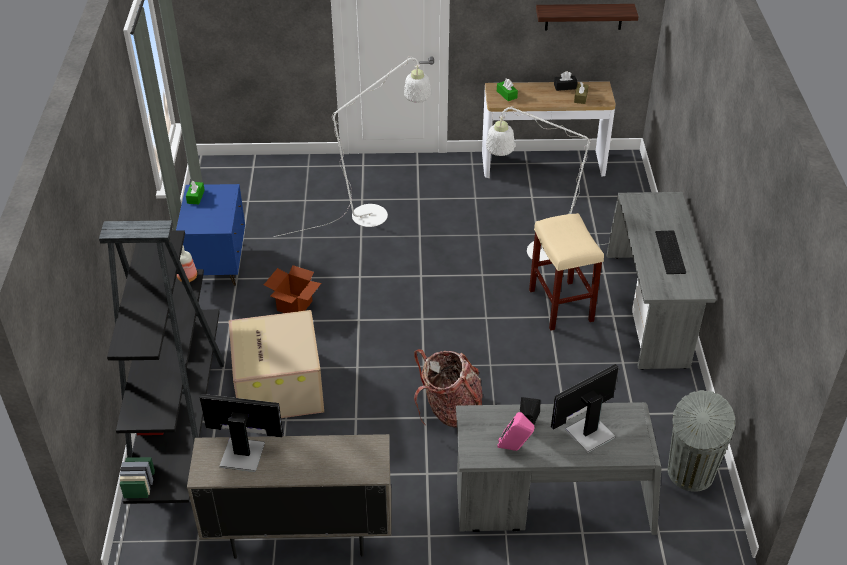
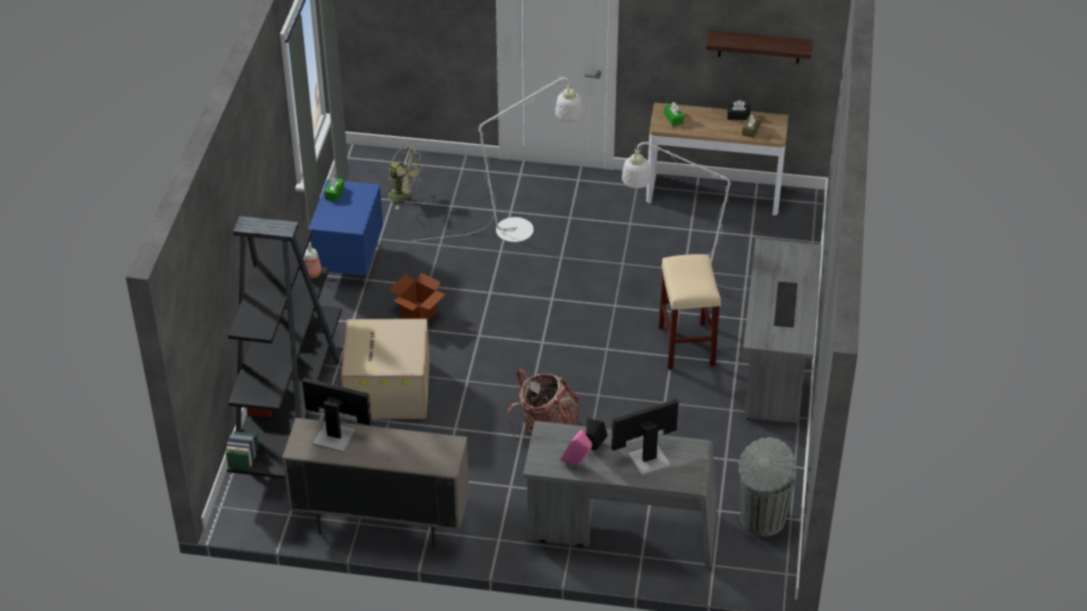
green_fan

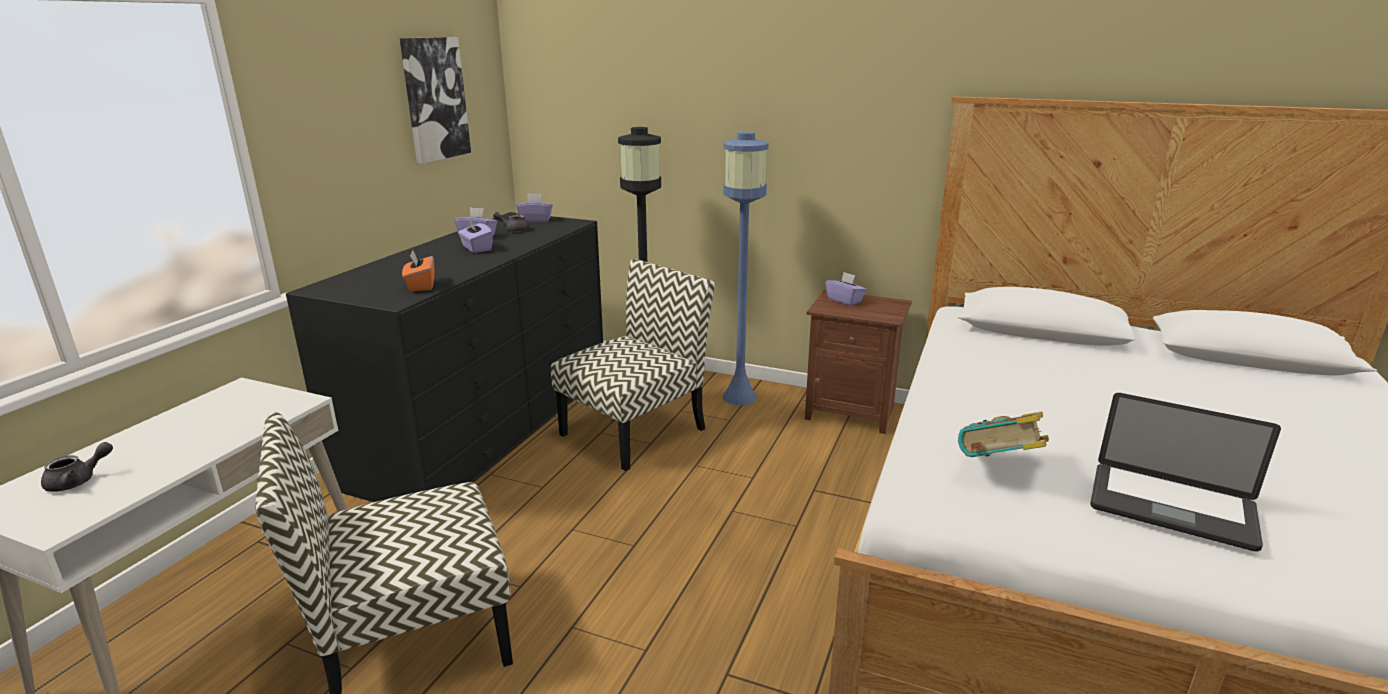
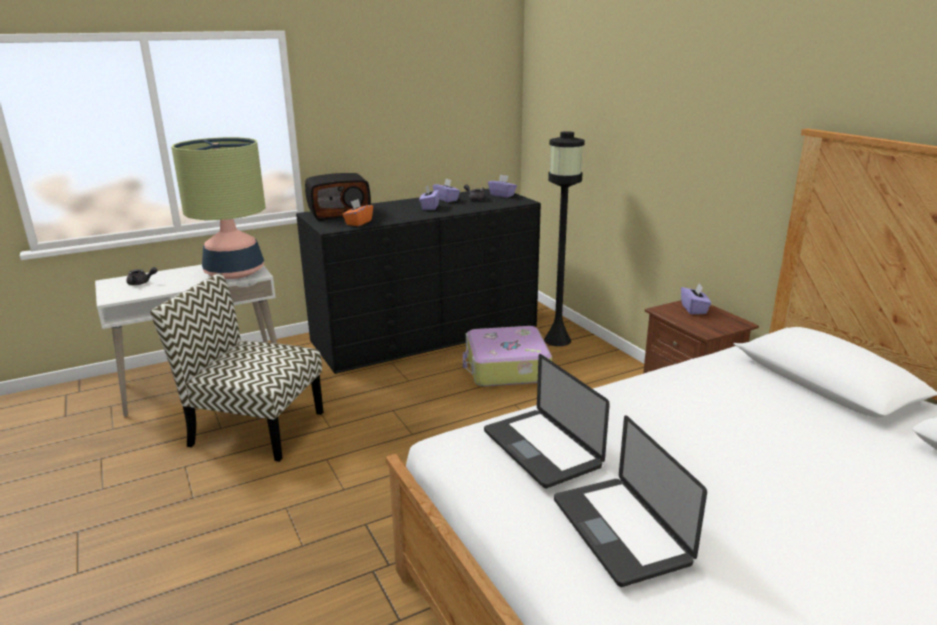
table_lamp; radio; suitcase; laptop (no. 1 from left); picture; blue_floor_lamp

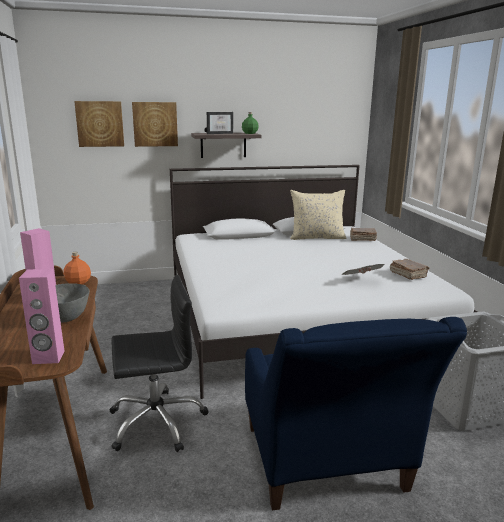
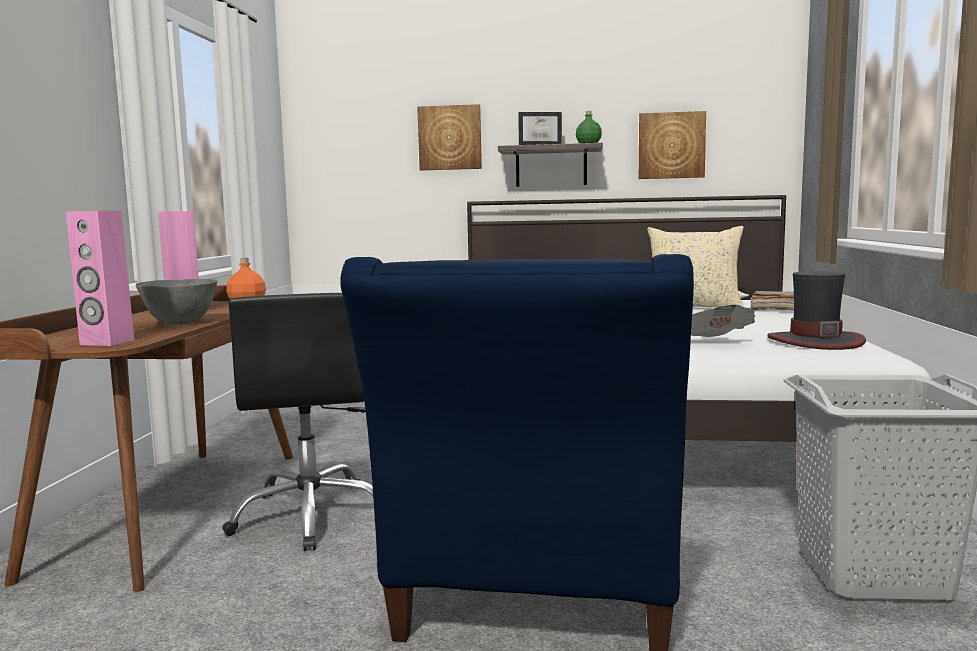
black_office_chair; picture (no. 2 from left); hat

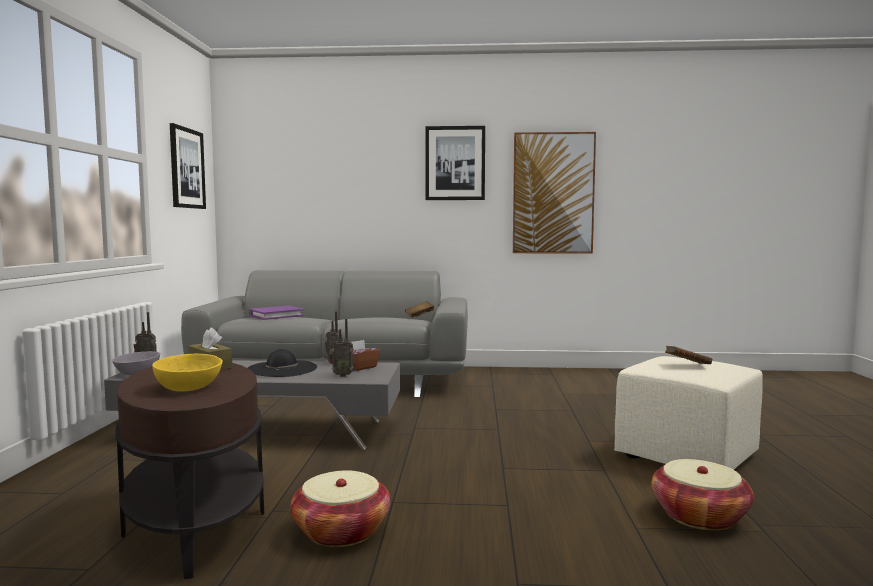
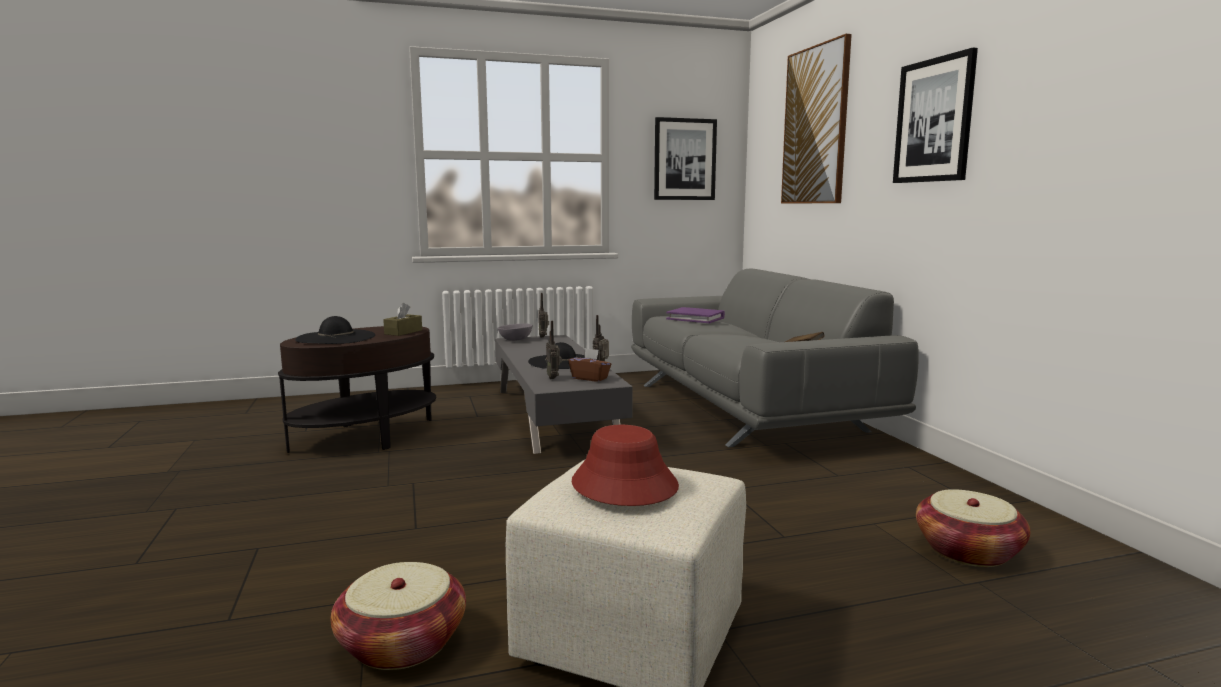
black_hat (no. 1 from left); red_hat; picture (no. 2 from left); basket (no. 2 from left)

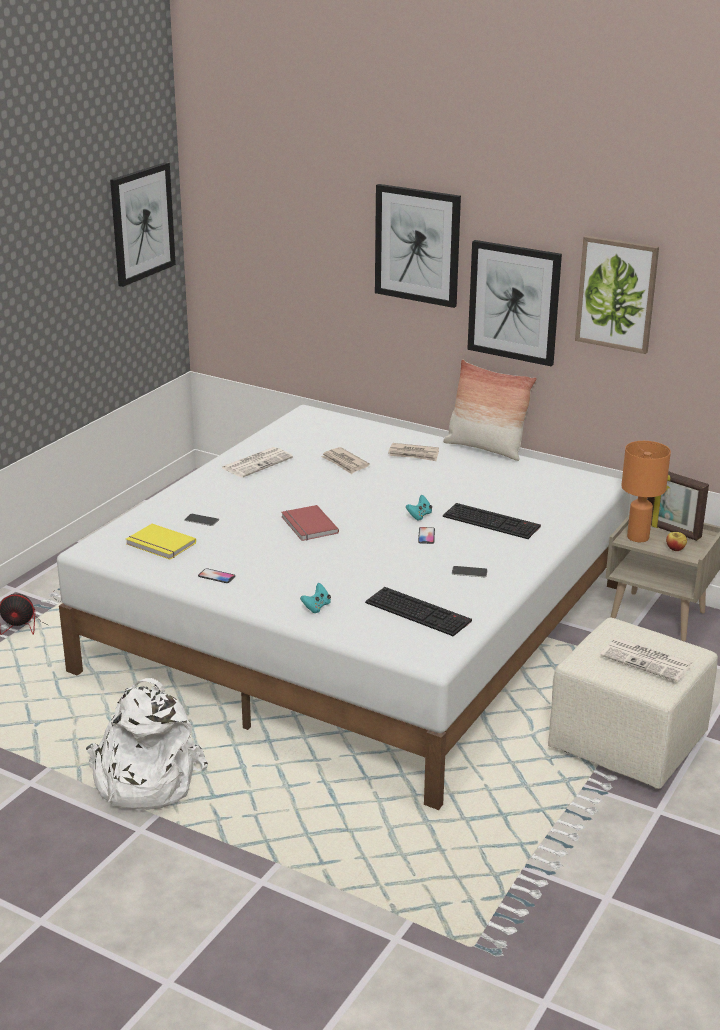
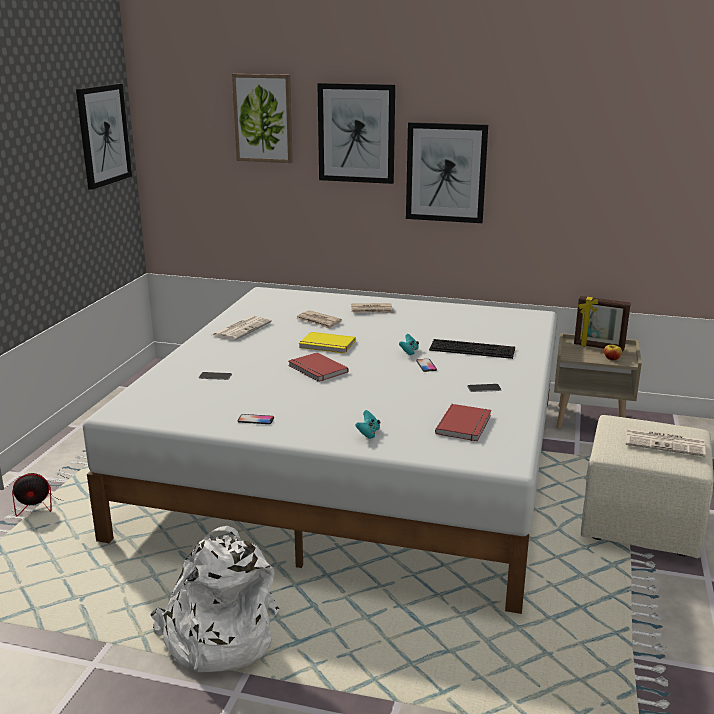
picture (no. 2 from left); yellow_book; red_book (no. 2 from left); pillow; orange_table_lamp

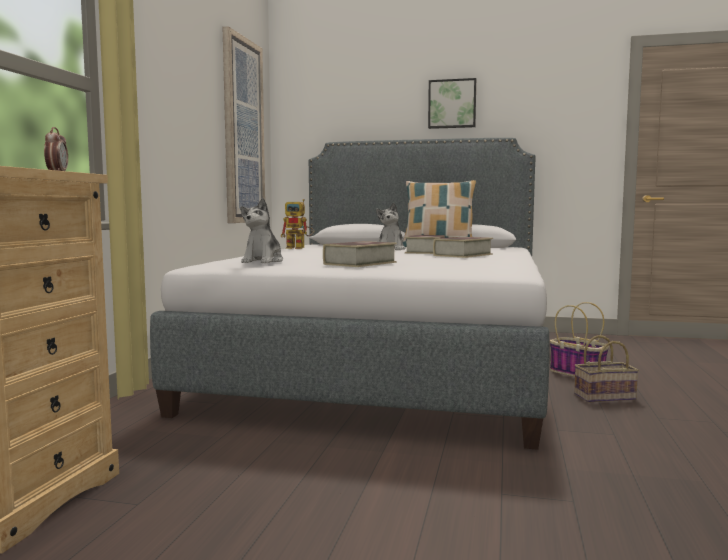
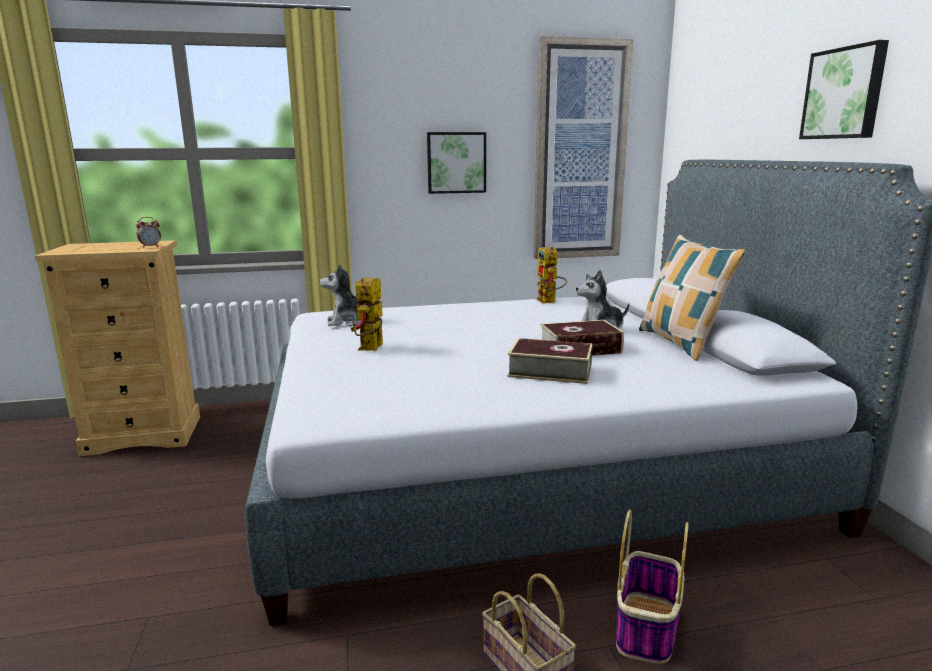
toy_robot (no. 1 from left); picture (no. 1 from left)

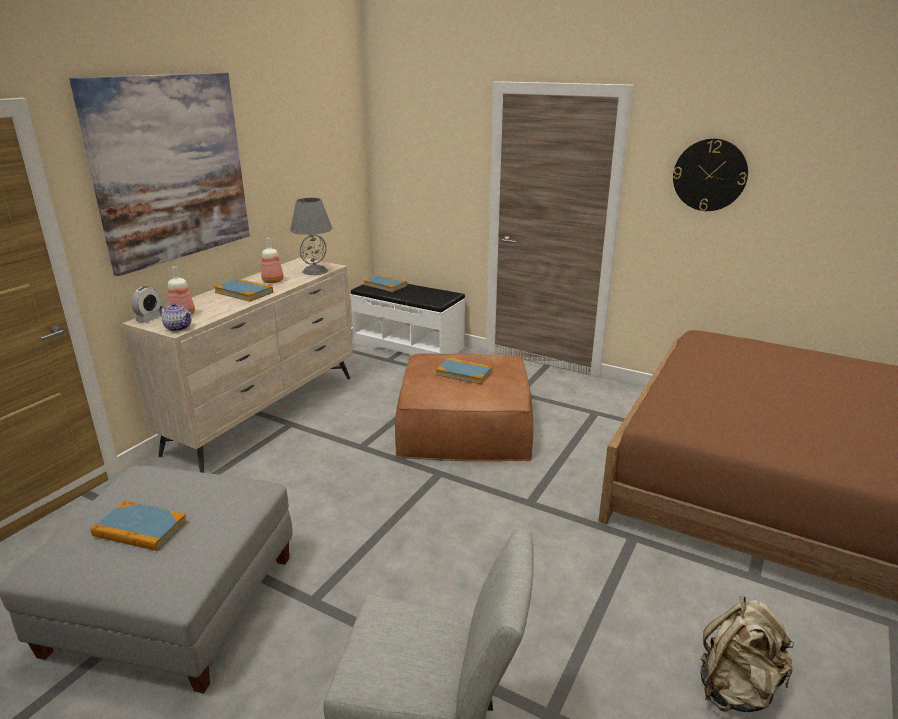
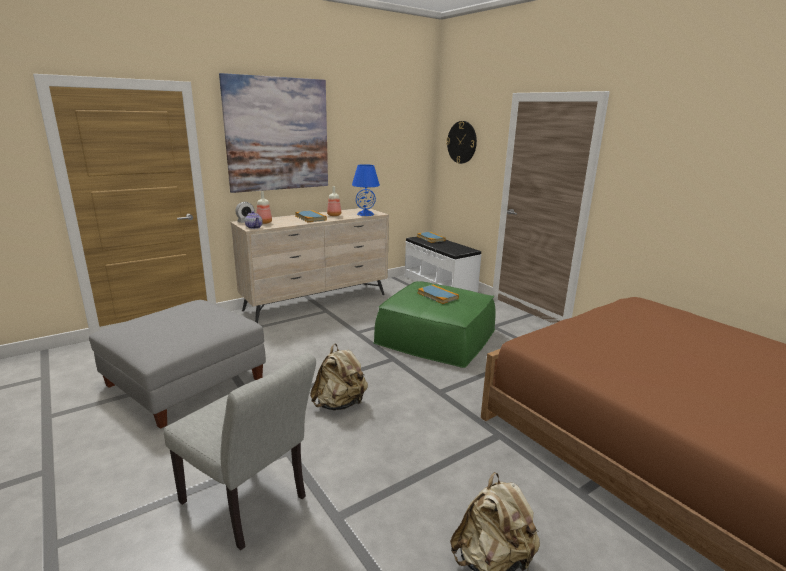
beige_backpack (no. 1 from left); blue_table_lamp; green_ottoman; wall_clock; book (no. 1 from left in the first image)

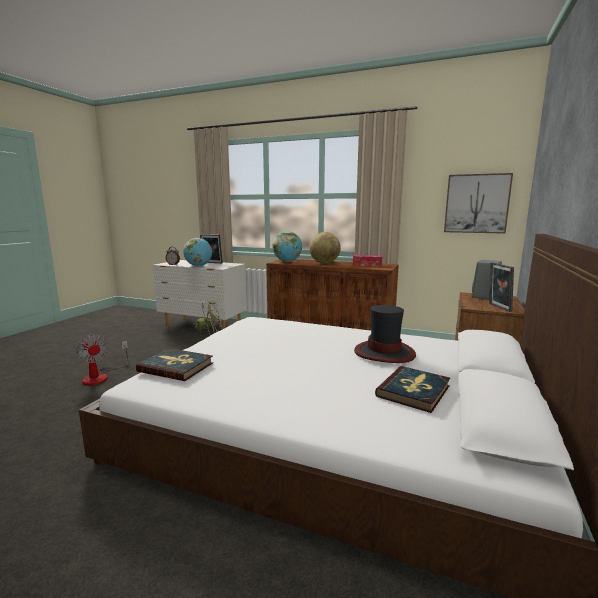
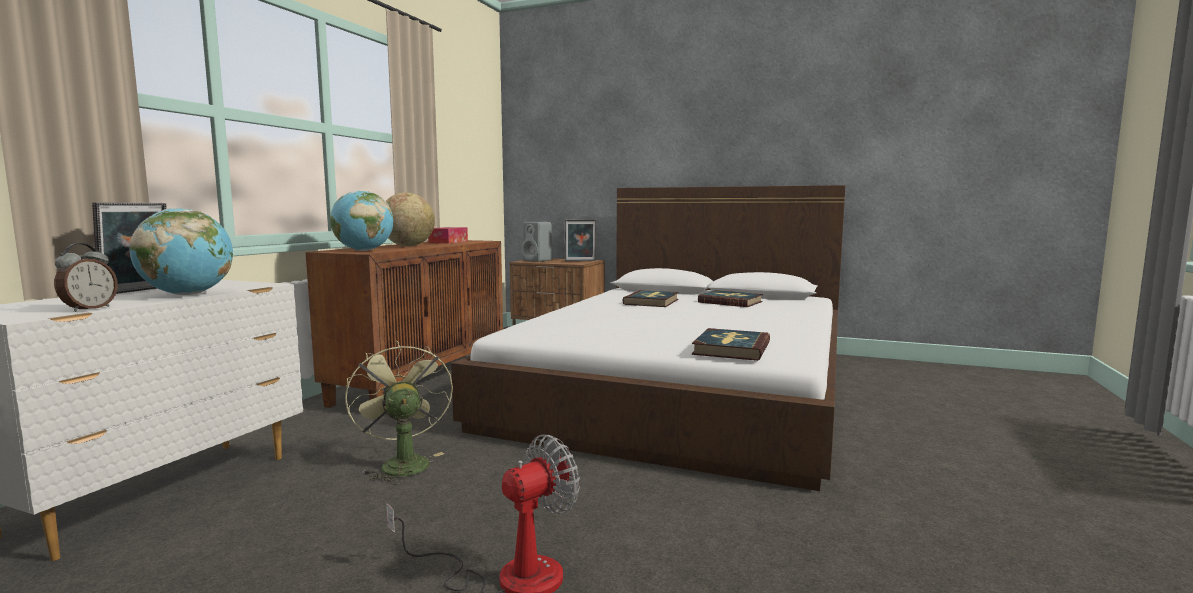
book (no. 1 from left); picture

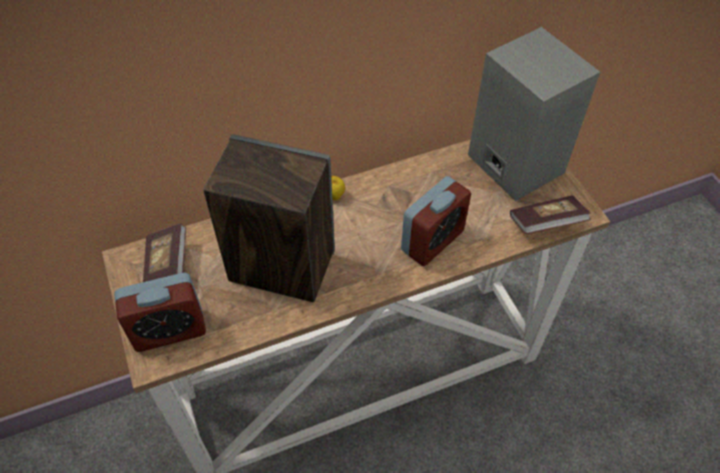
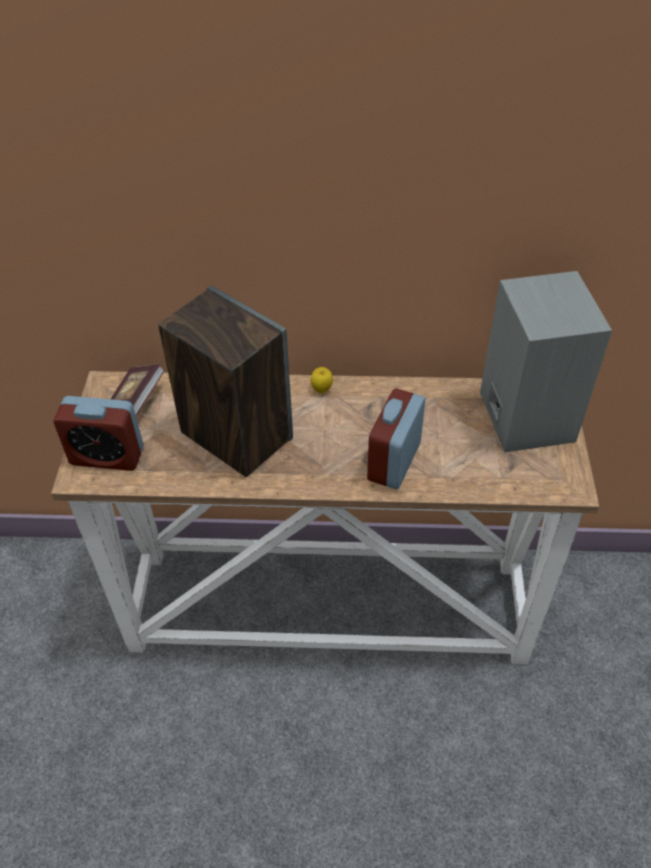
alarm_clock (no. 2 from left); book (no. 2 from left in the first image)

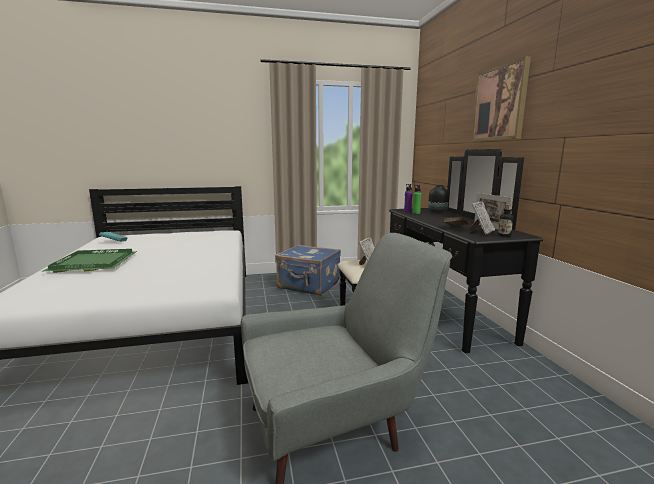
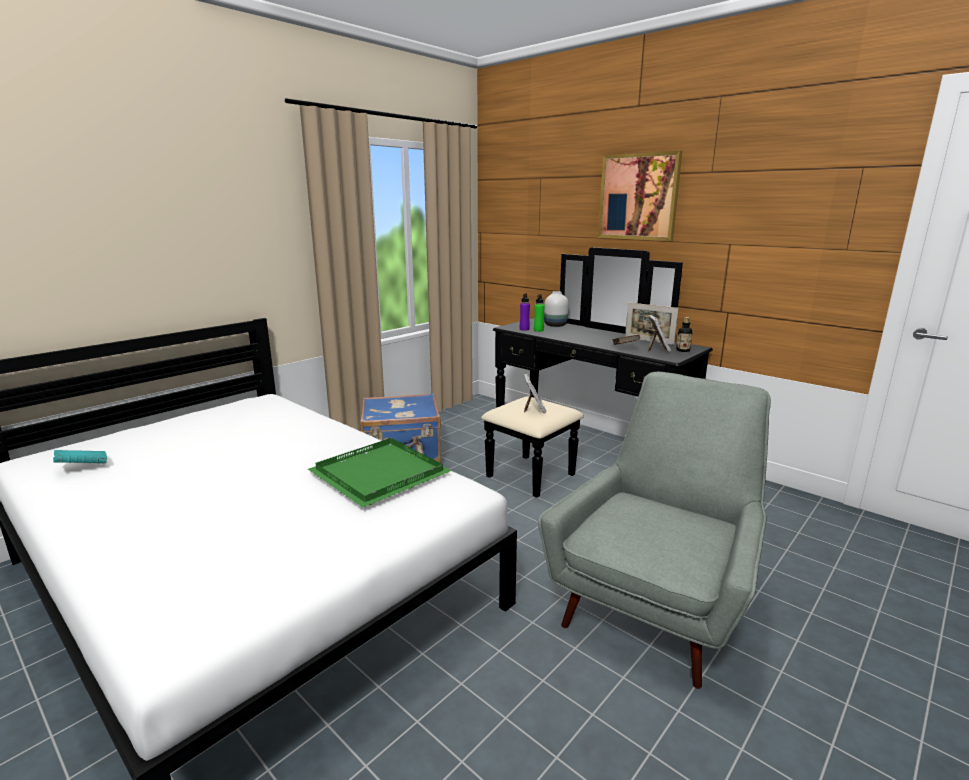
green_tray; white_vase

